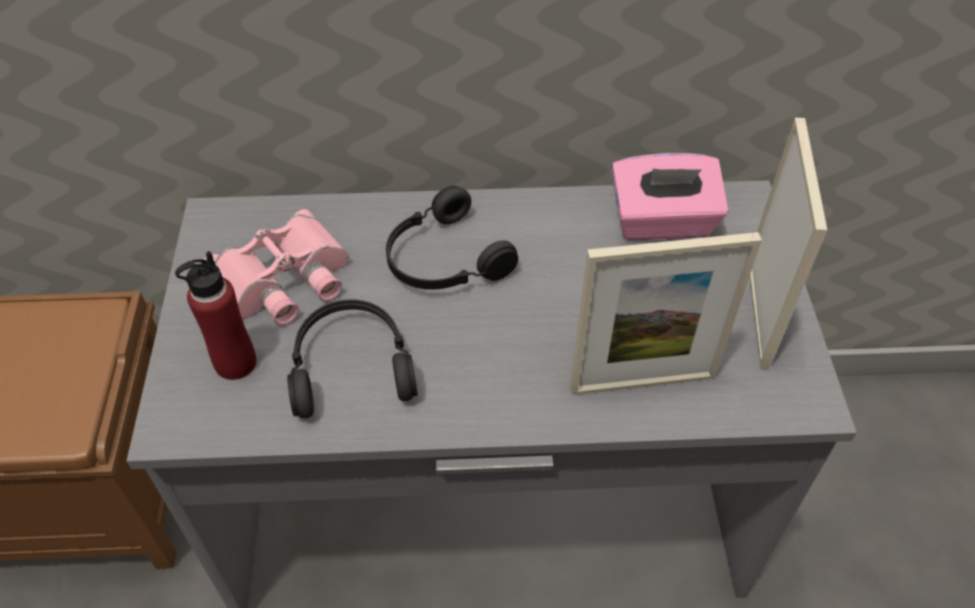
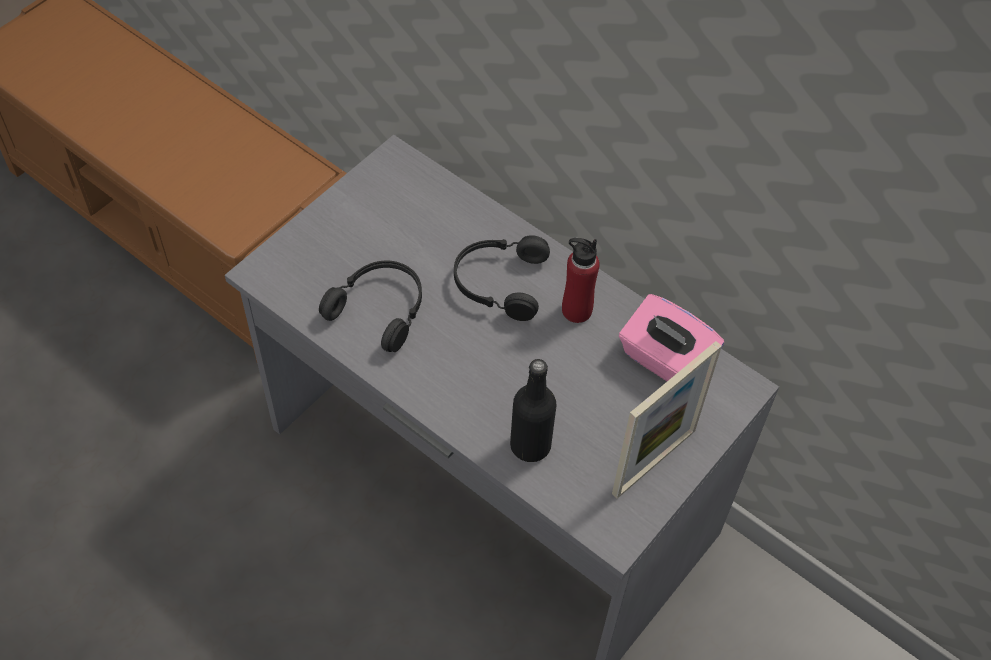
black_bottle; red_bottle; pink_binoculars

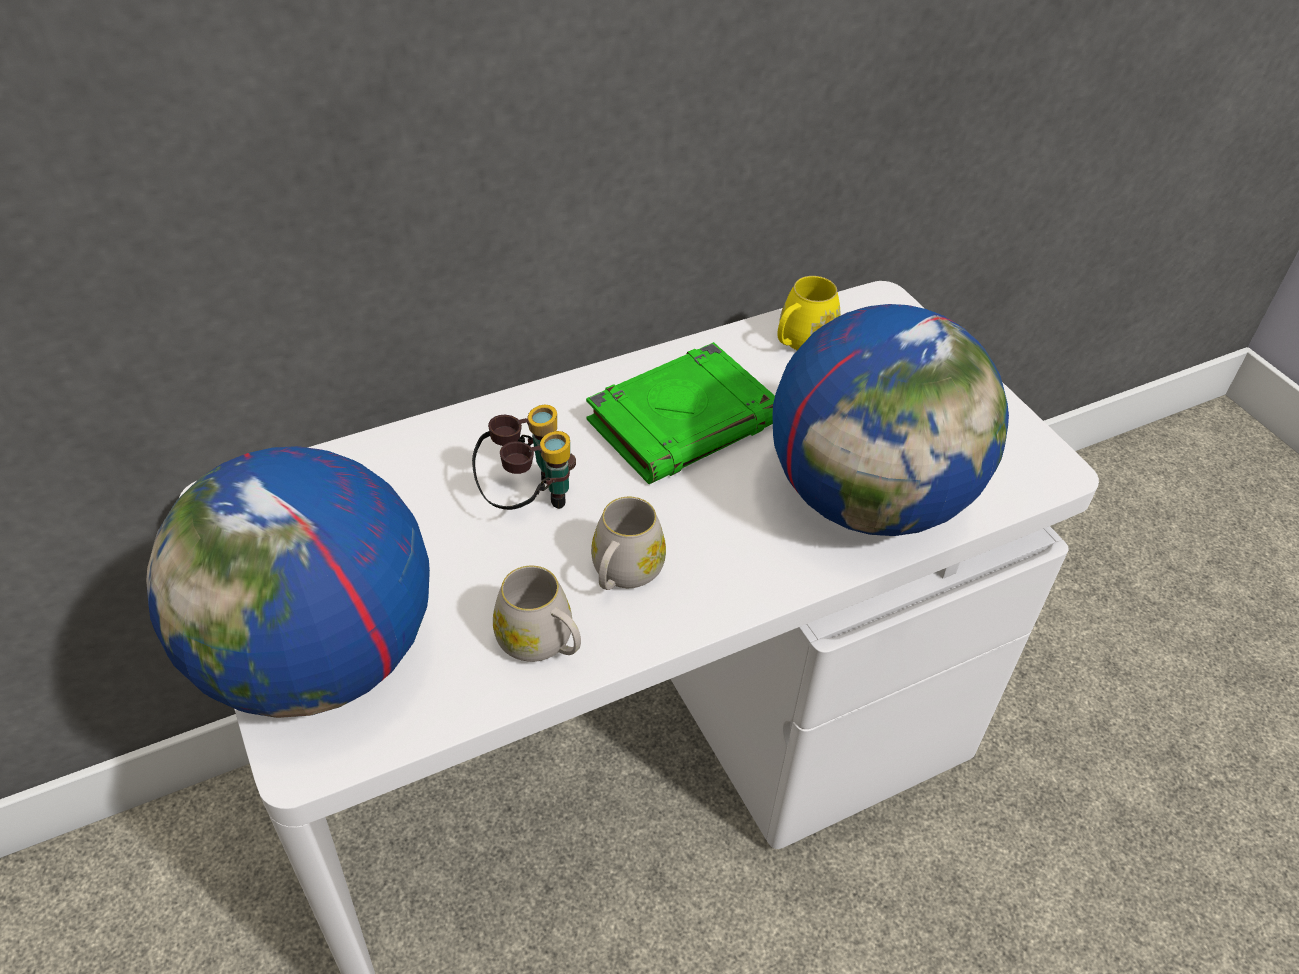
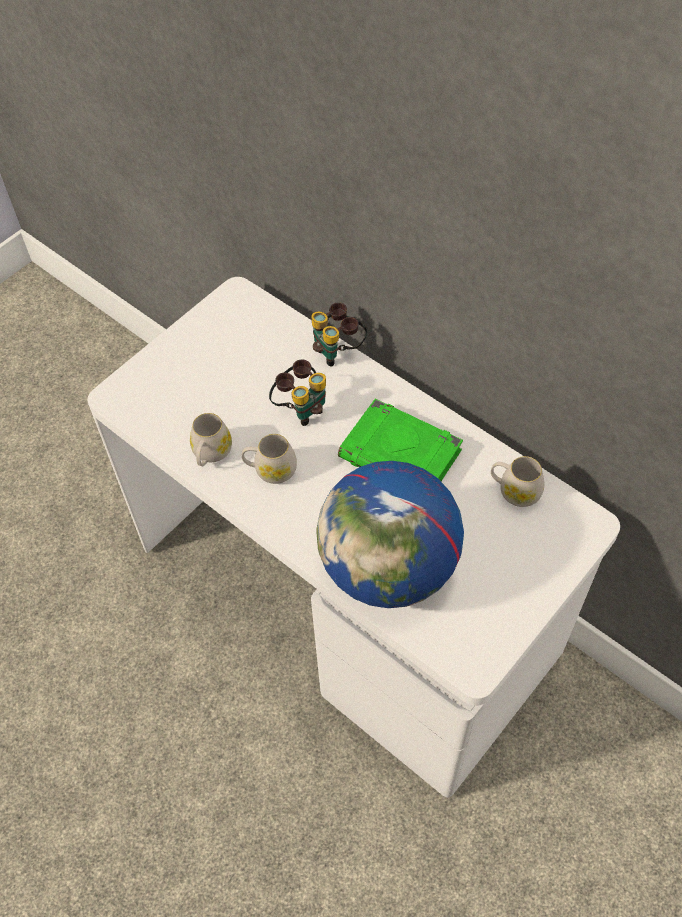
binoculars (no. 2 from left); white_mug (no. 3 from left); globe (no. 1 from left in the first image)

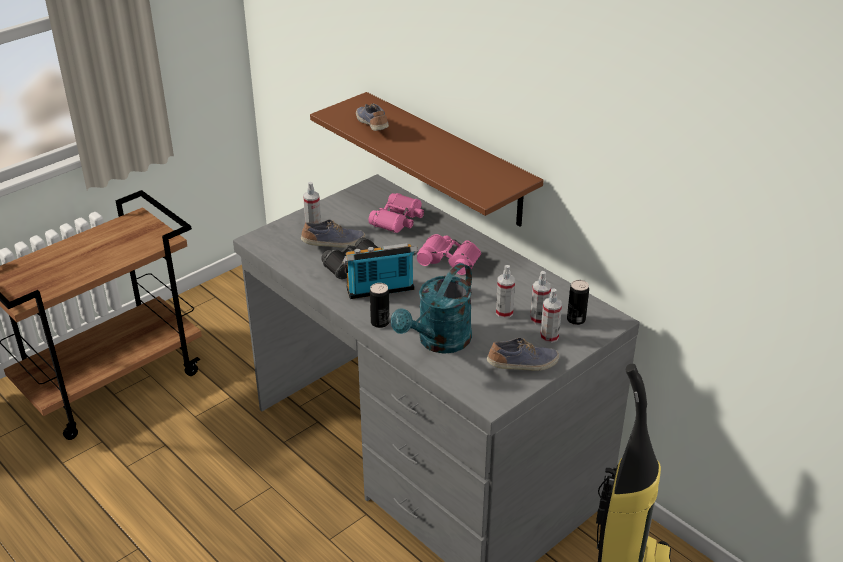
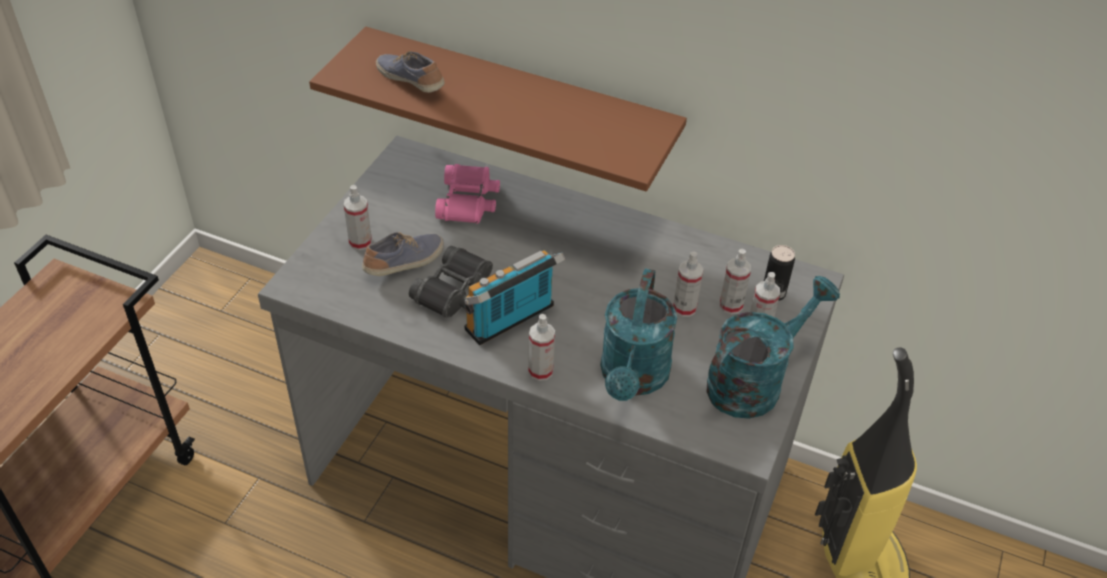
spray_bottle (no. 2 from left); turquoise_watering_can (no. 2 from left); pink_binoculars (no. 2 from left in the first image)

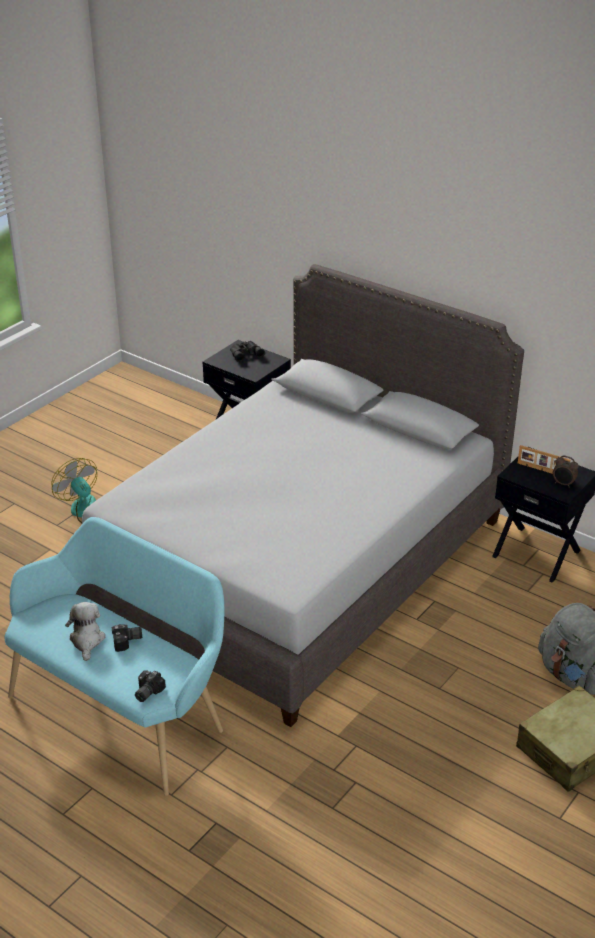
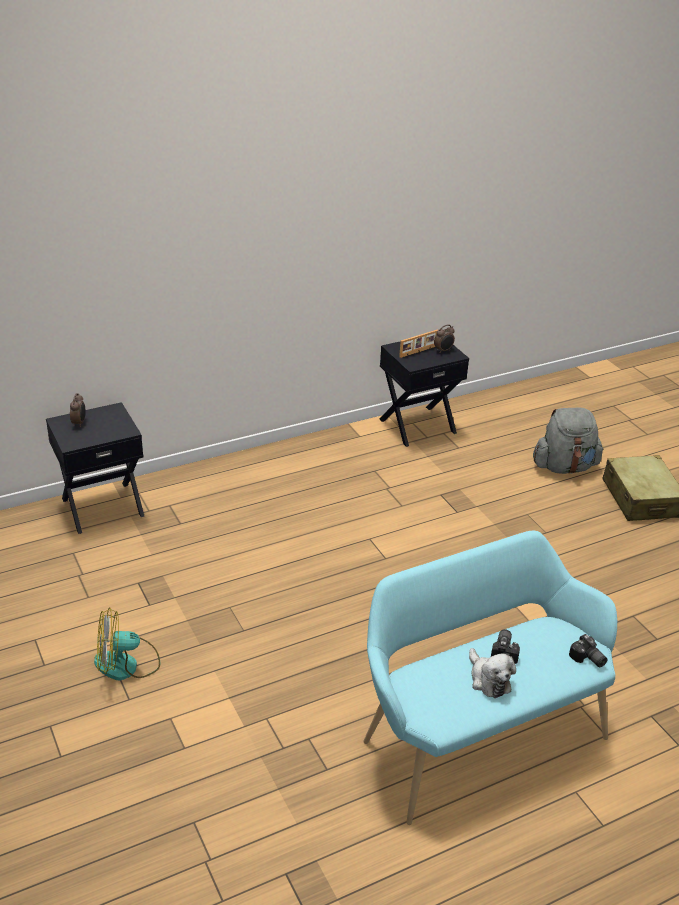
alarm_clock (no. 1 from left); plush_toy; grey_bed

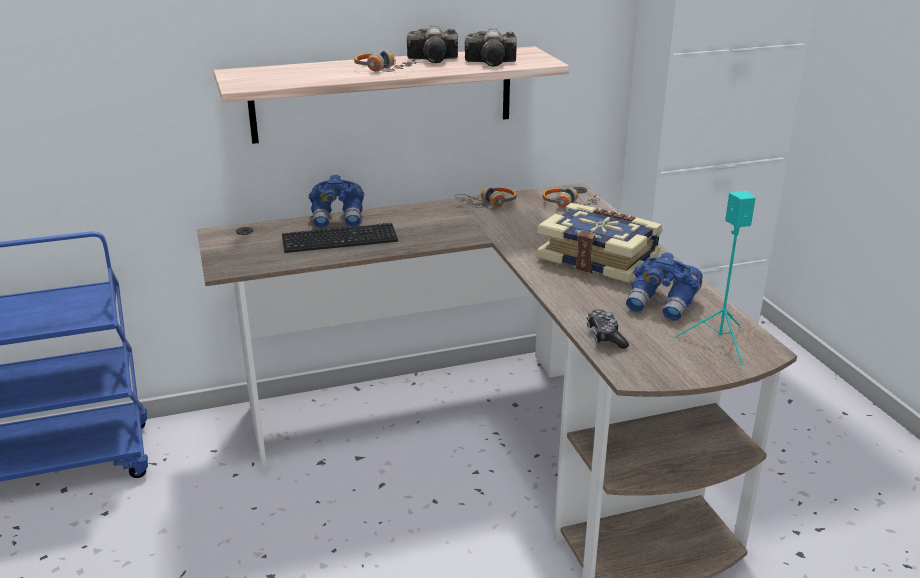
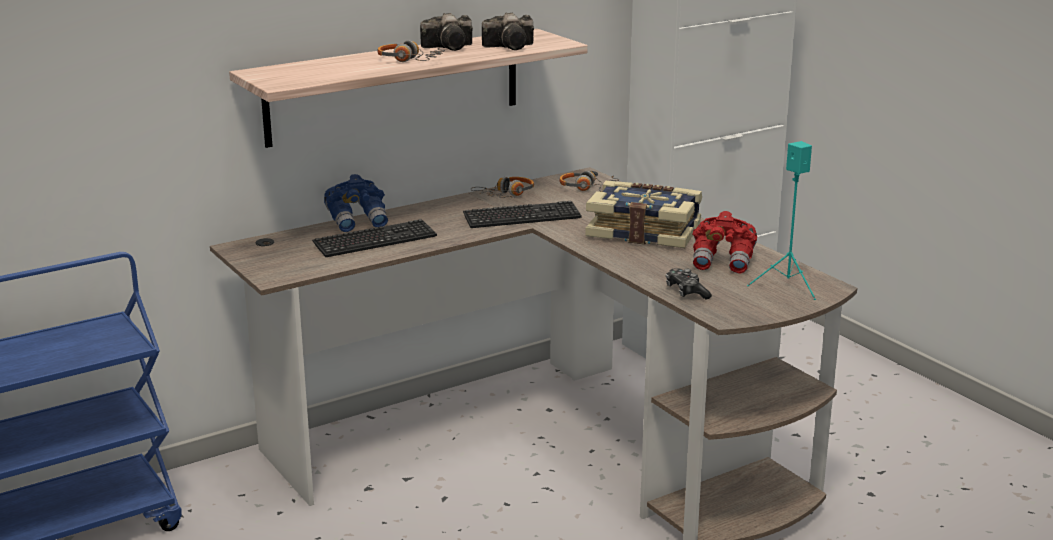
keyboard (no. 2 from left); red_binoculars

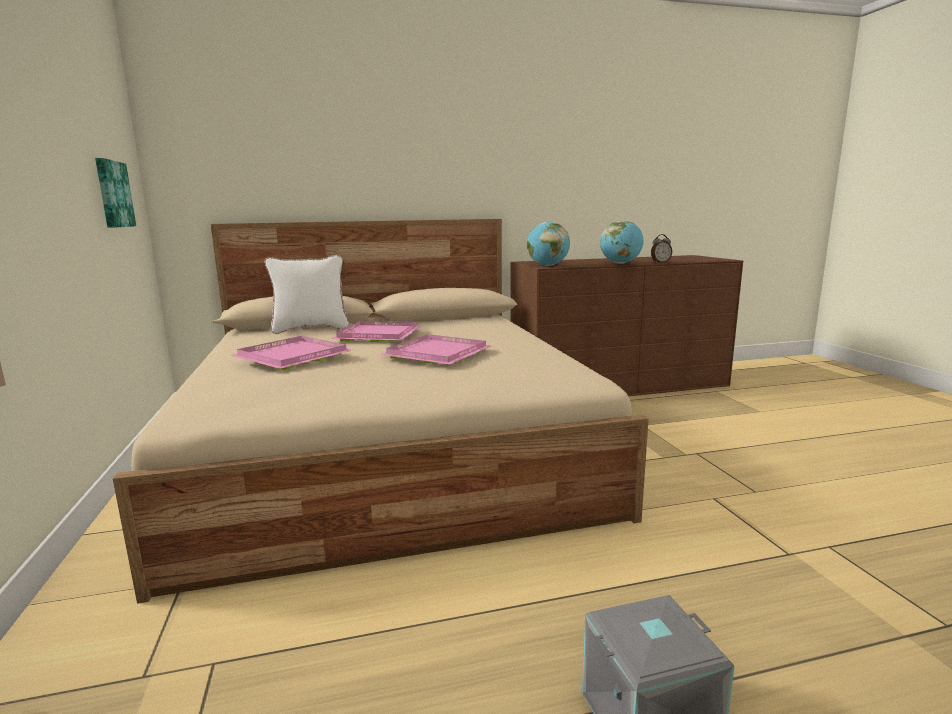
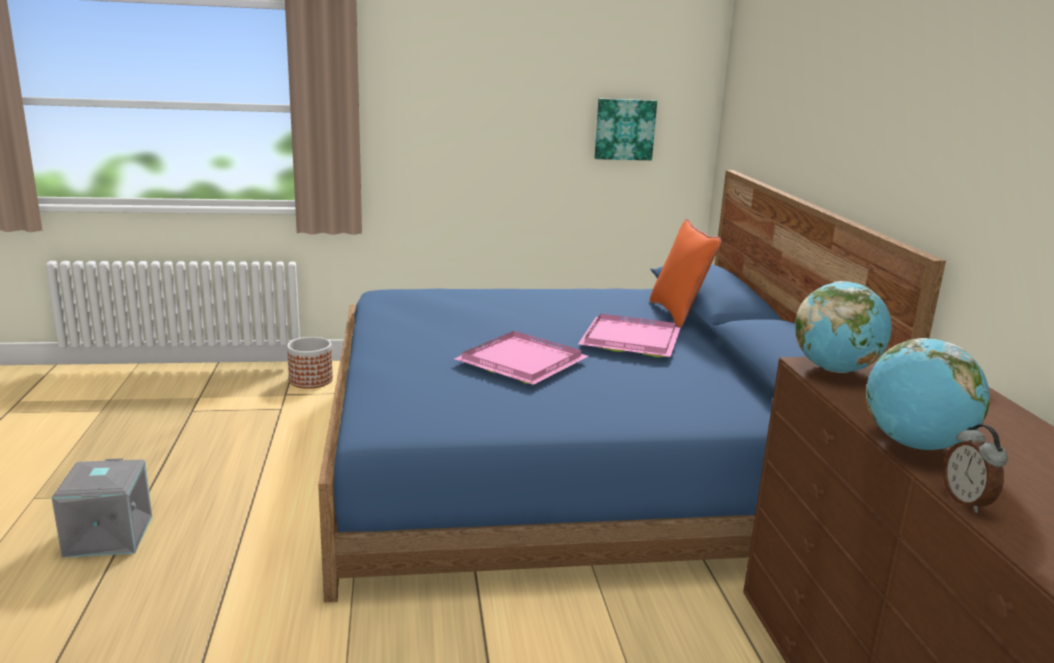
planter; blue_bed; orange_pillow; pink_tray (no. 1 from left in the first image)

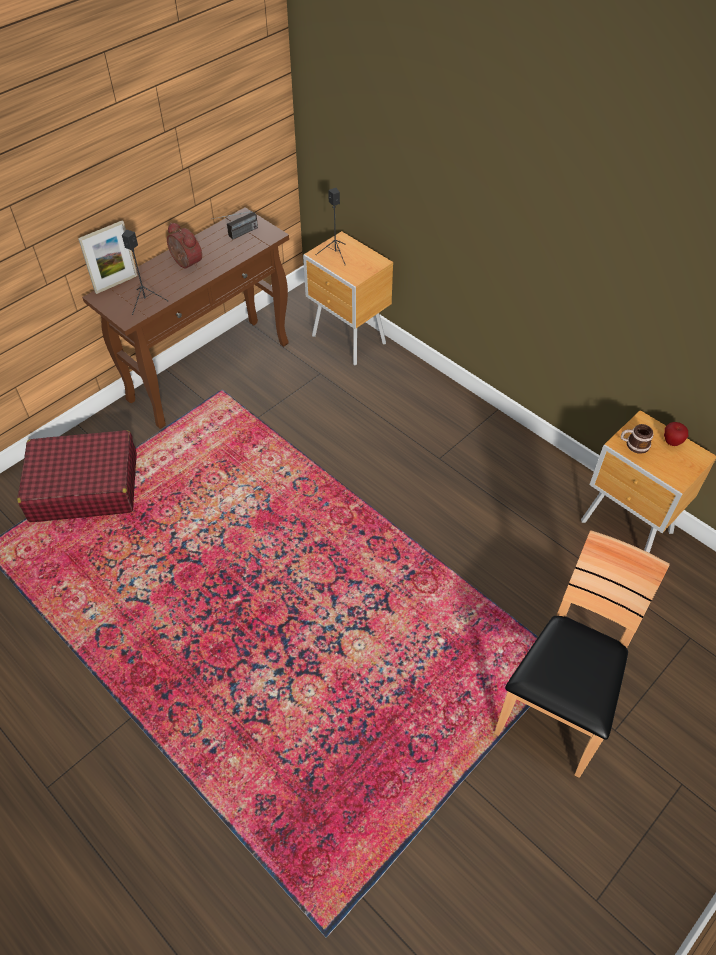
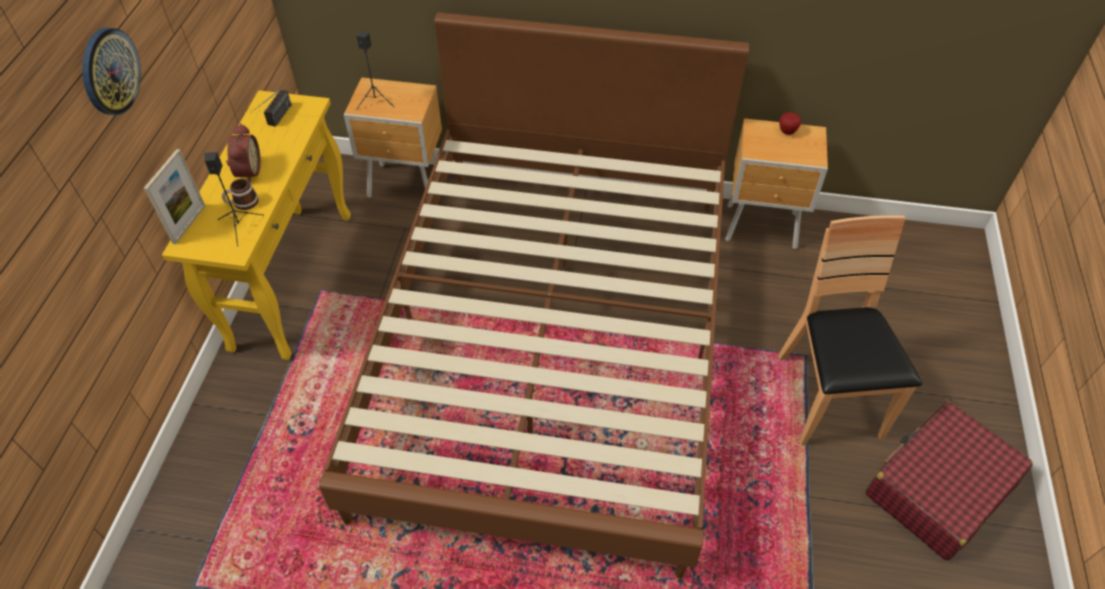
wall_clock; yellow_console_table; mug; alarm_clock; brown_bed; red_suitcase

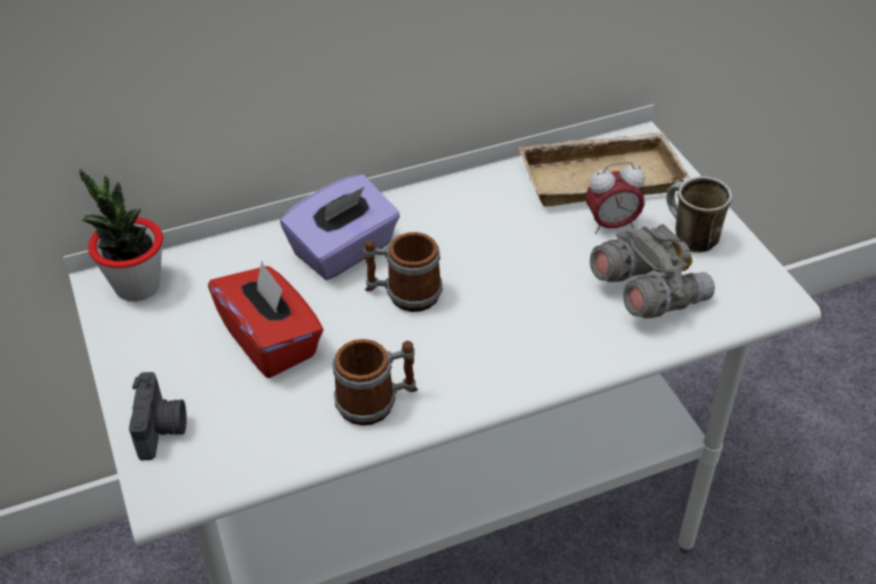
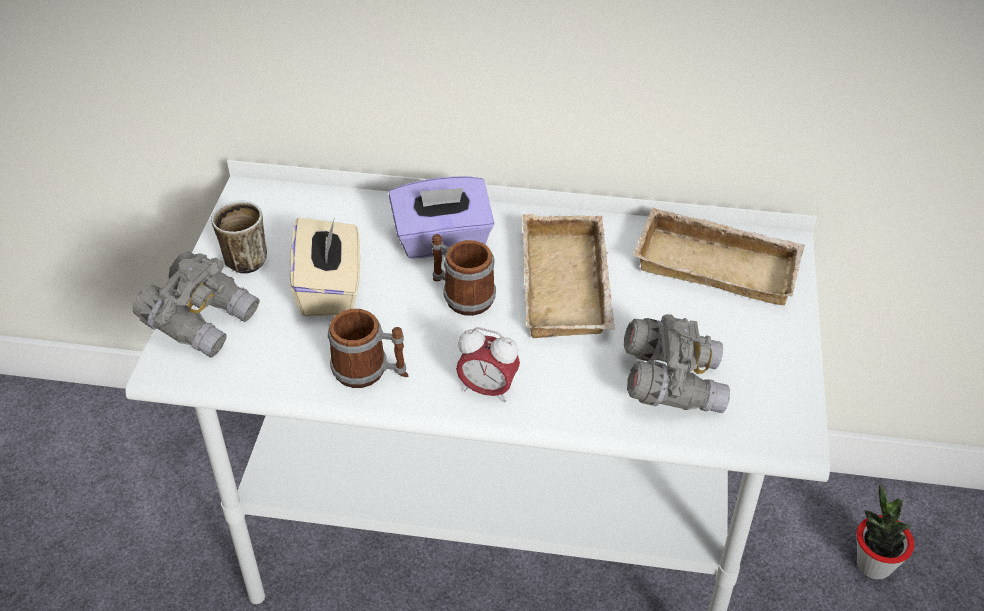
grey_binoculars (no. 1 from left); mug (no. 1 from left); beige_tissue_box; alarm_clock; beige_tray (no. 1 from left); potted_plant

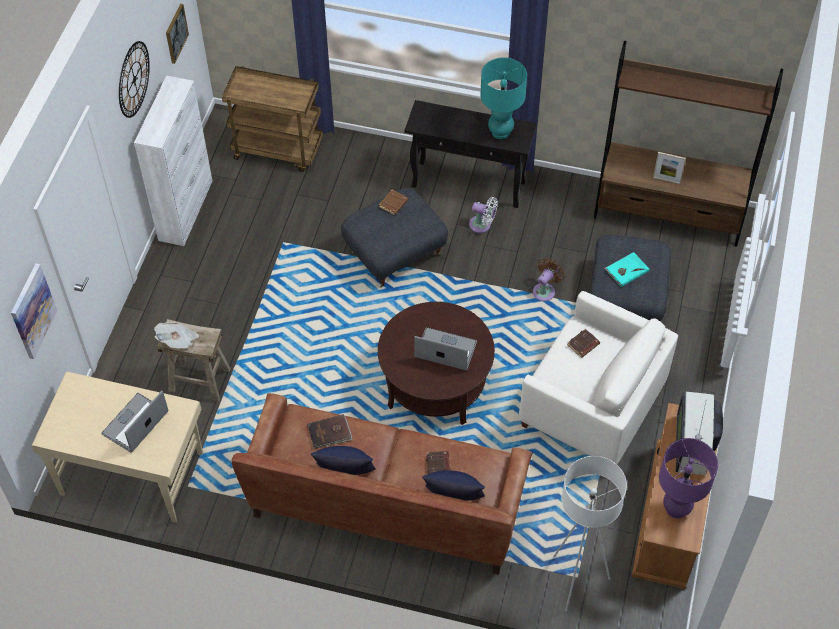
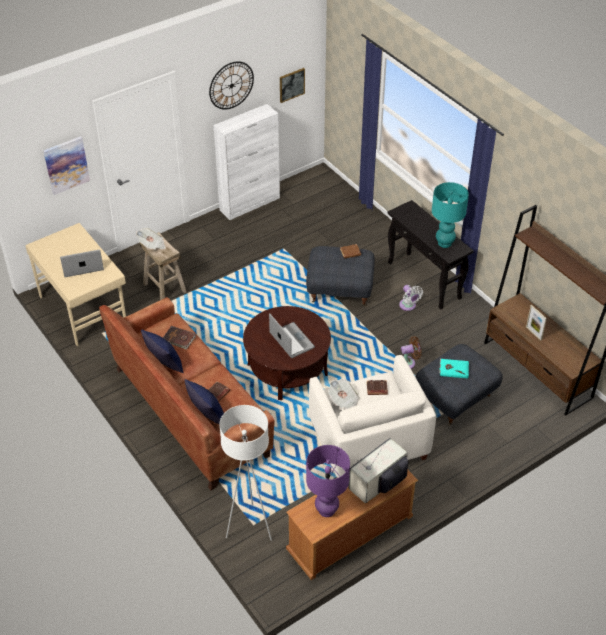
newspaper (no. 2 from left); brown_cart

